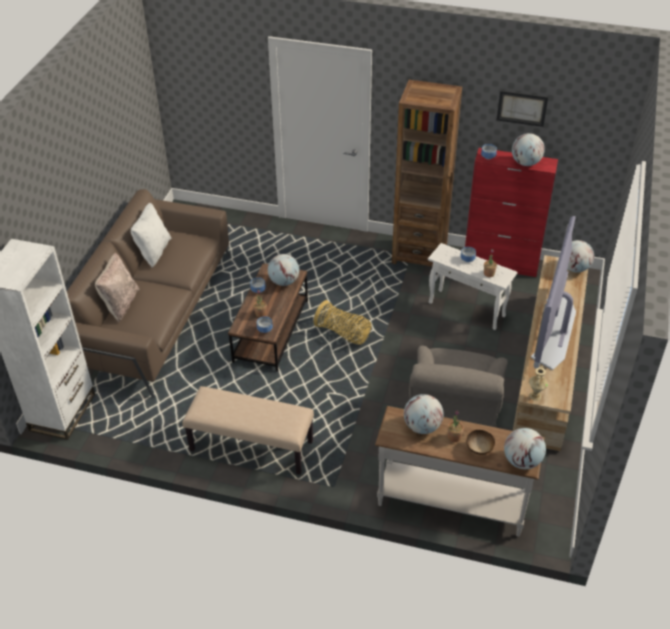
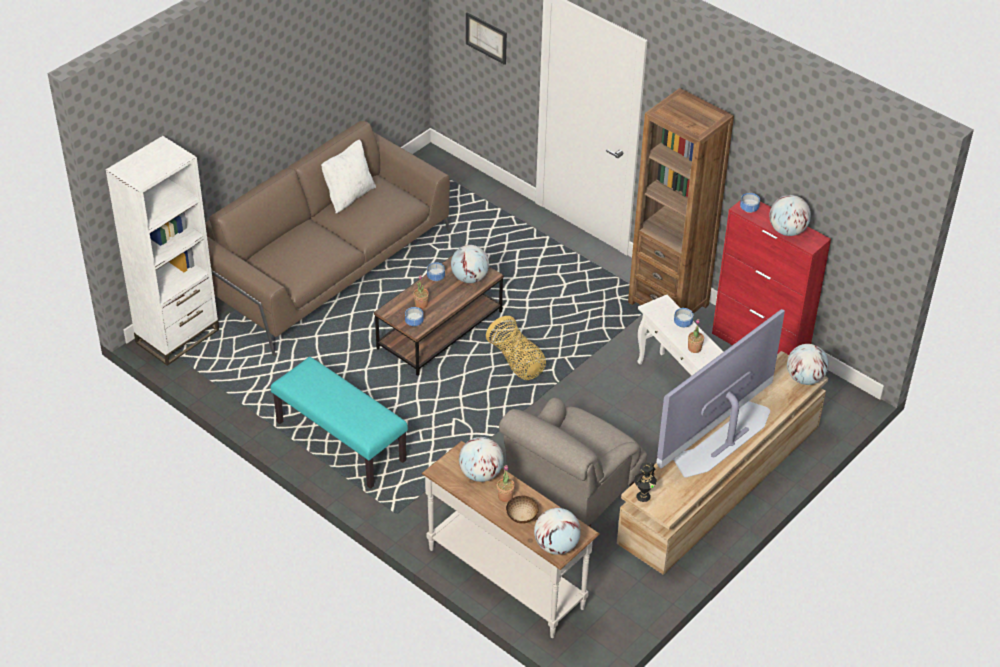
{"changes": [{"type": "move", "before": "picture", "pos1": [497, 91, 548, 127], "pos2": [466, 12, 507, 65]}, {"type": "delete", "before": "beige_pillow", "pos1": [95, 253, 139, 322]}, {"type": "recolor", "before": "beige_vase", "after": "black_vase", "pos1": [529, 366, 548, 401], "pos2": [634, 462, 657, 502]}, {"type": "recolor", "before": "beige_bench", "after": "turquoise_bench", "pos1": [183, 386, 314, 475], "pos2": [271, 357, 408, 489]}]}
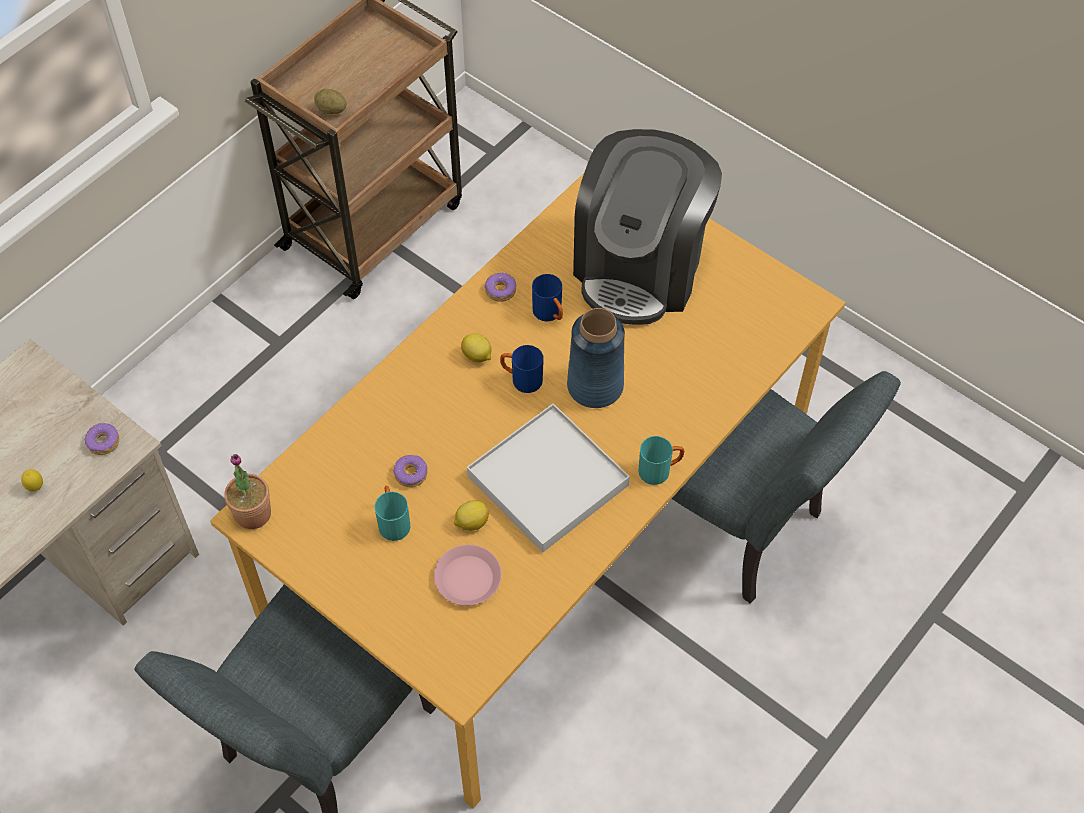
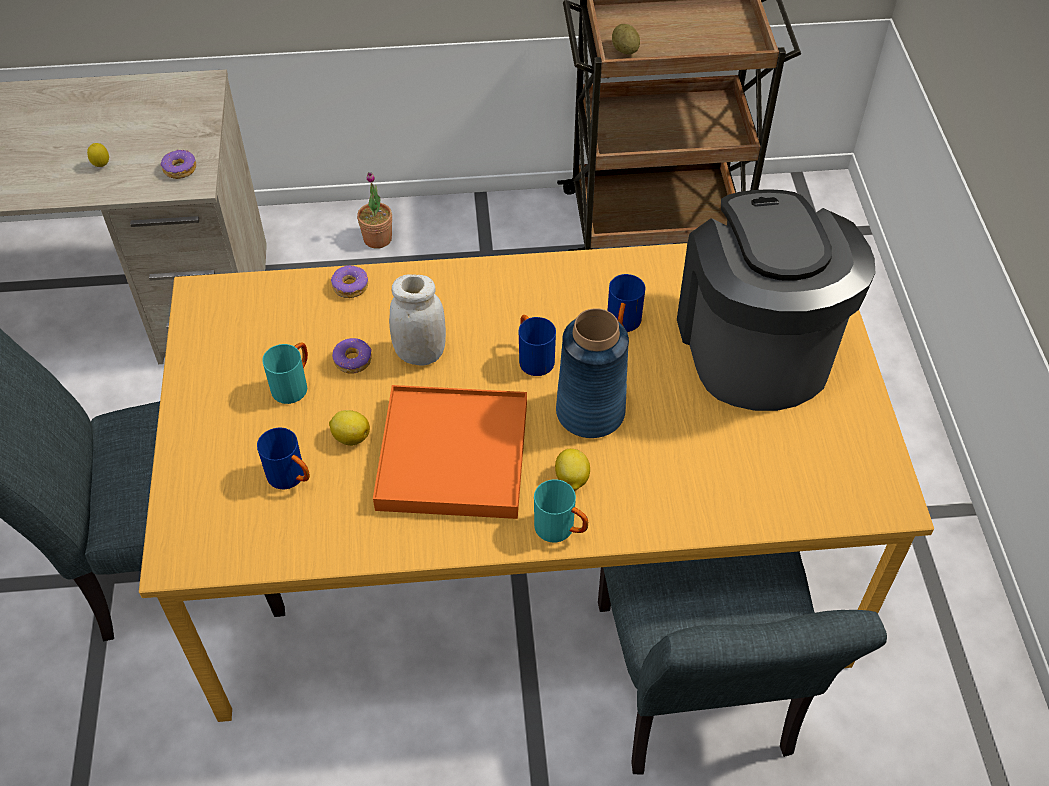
{"changes": [{"type": "rotate", "before": "coffee_machine", "pos1": [573, 129, 722, 325], "pos2": [677, 189, 876, 411], "turn": 105}, {"type": "move", "before": "donut", "pos1": [484, 273, 516, 302], "pos2": [331, 265, 368, 298]}, {"type": "move", "before": "lemon", "pos1": [461, 333, 492, 363], "pos2": [555, 449, 590, 491]}, {"type": "recolor", "before": "white_tray", "after": "orange_tray", "pos1": [467, 403, 630, 553], "pos2": [373, 385, 527, 519]}, {"type": "move", "before": "potted_plant", "pos1": [224, 454, 271, 529], "pos2": [357, 172, 392, 249]}, {"type": "replace", "before": "pink_plate", "after": "blue_mug", "pos1": [434, 545, 502, 606], "pos2": [257, 428, 310, 490]}, {"type": "insert", "after": "white_jar", "pos2": [389, 274, 446, 366]}]}
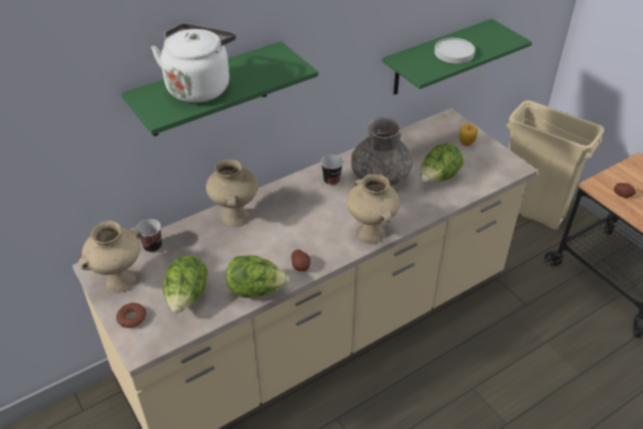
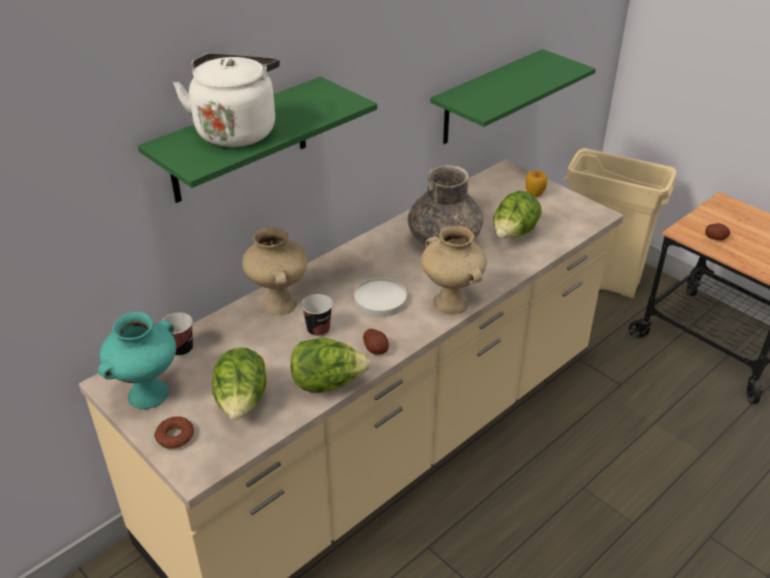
{"changes": [{"type": "move", "before": "white_plate", "pos1": [434, 38, 475, 63], "pos2": [354, 278, 407, 317]}, {"type": "move", "before": "cup", "pos1": [321, 155, 343, 186], "pos2": [301, 294, 333, 337]}, {"type": "recolor", "before": "beige_vase", "after": "turquoise_vase", "pos1": [78, 221, 142, 293], "pos2": [98, 312, 176, 409]}]}
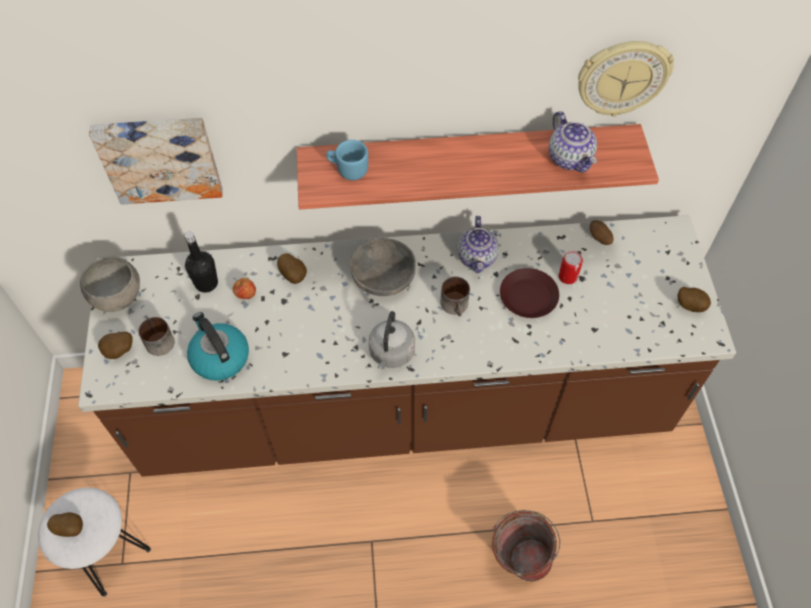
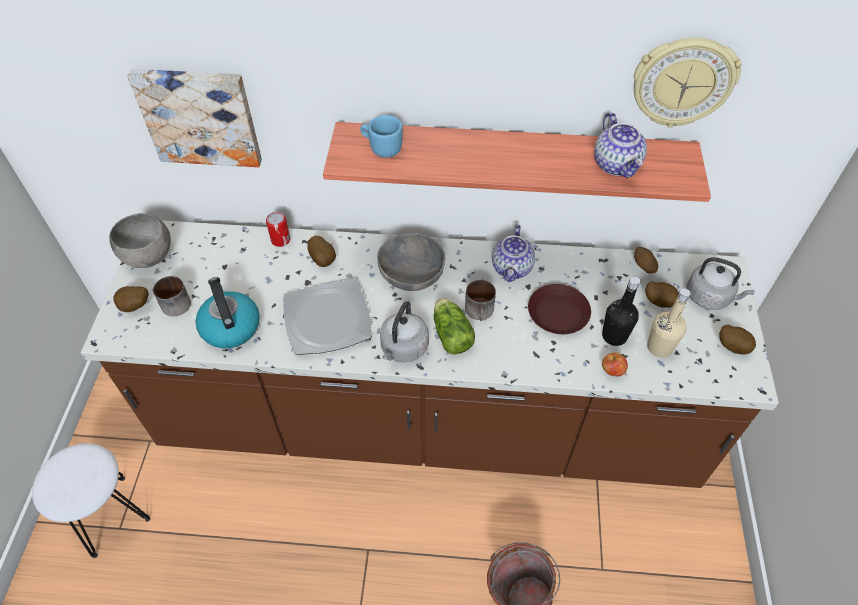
{"changes": [{"type": "move", "before": "black_bottle", "pos1": [184, 231, 218, 293], "pos2": [602, 277, 640, 346]}, {"type": "move", "before": "can", "pos1": [558, 251, 583, 284], "pos2": [266, 212, 290, 247]}, {"type": "move", "before": "apple", "pos1": [233, 278, 256, 299], "pos2": [602, 352, 628, 377]}, {"type": "move", "before": "potato", "pos1": [47, 512, 83, 537], "pos2": [645, 281, 679, 308]}, {"type": "insert", "after": "grey_kettle", "pos2": [687, 257, 755, 310]}, {"type": "insert", "after": "plate", "pos2": [283, 279, 372, 355]}, {"type": "insert", "after": "beige_bottle", "pos2": [647, 289, 691, 358]}, {"type": "insert", "after": "lettuce", "pos2": [434, 298, 475, 355]}]}
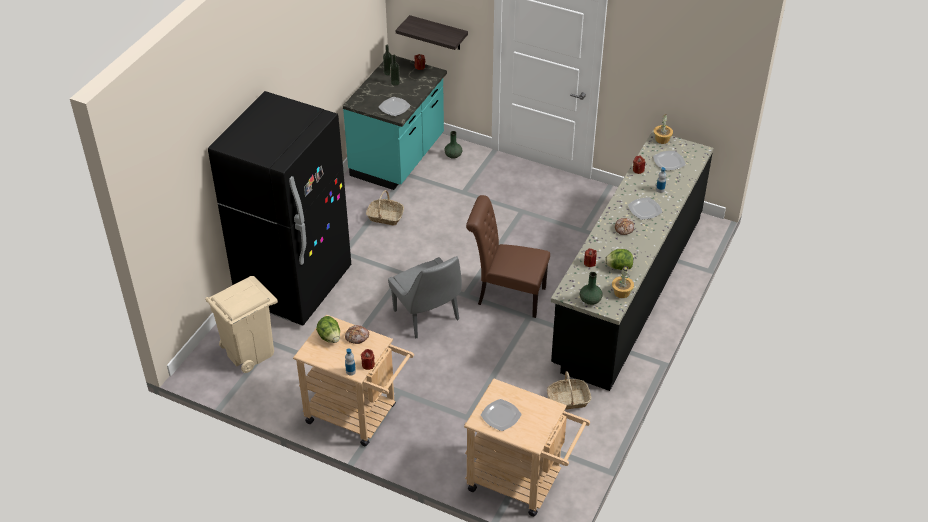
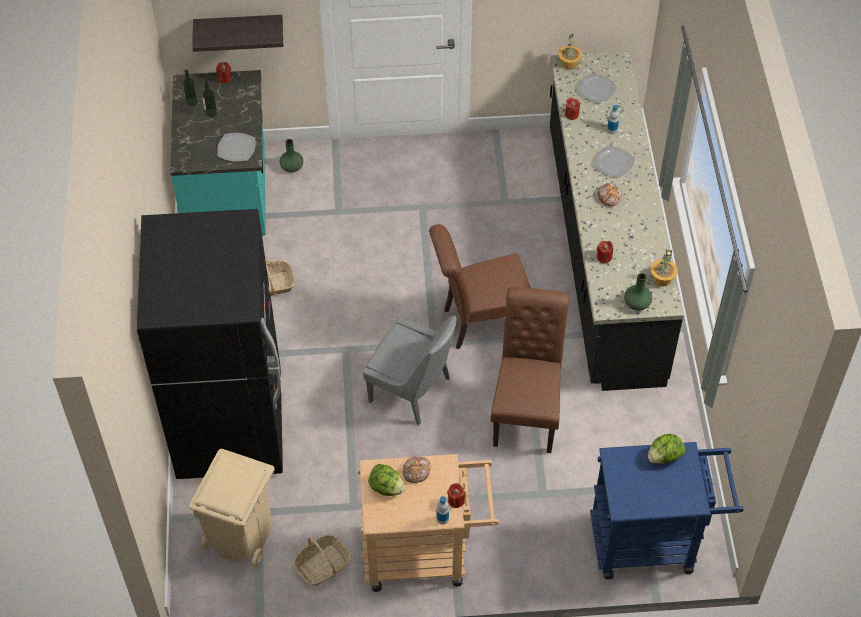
{"changes": [{"type": "move", "before": "lettuce", "pos1": [605, 249, 633, 270], "pos2": [648, 434, 685, 464]}, {"type": "move", "before": "basket", "pos1": [547, 371, 591, 409], "pos2": [293, 534, 351, 586]}, {"type": "recolor", "before": "beige_cart", "after": "blue_cart", "pos1": [464, 378, 590, 517], "pos2": [590, 442, 744, 579]}, {"type": "delete", "before": "plate", "pos1": [481, 399, 522, 431]}, {"type": "insert", "after": "brown_chair", "pos2": [490, 287, 570, 453]}]}
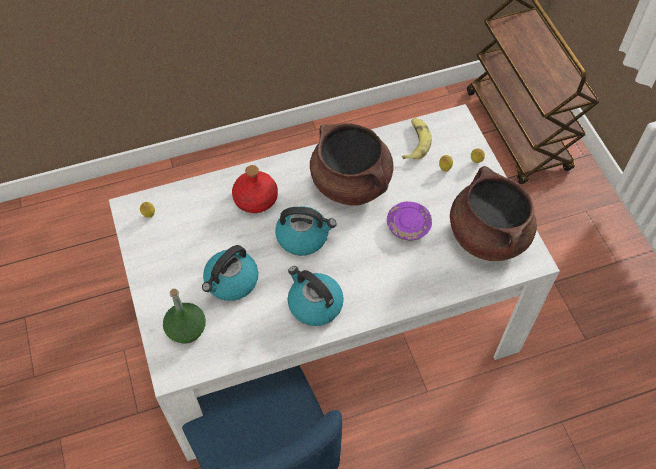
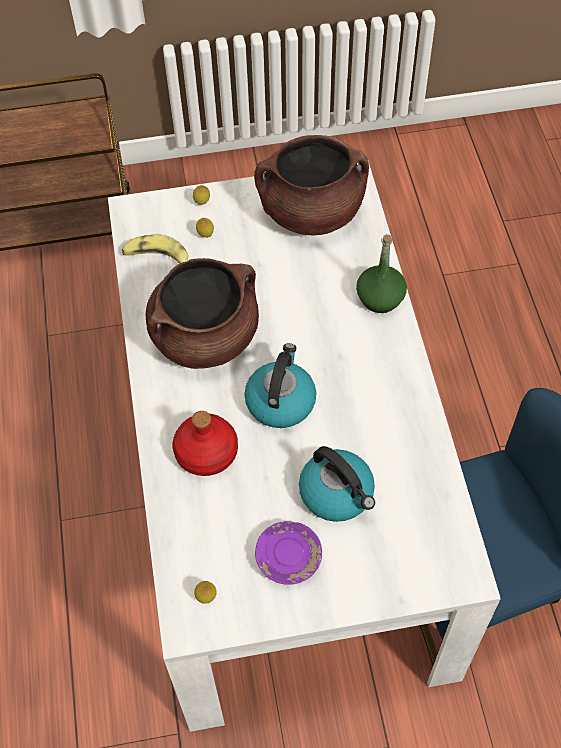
{"changes": [{"type": "move", "before": "purple_plate", "pos1": [387, 202, 432, 241], "pos2": [255, 521, 322, 585]}, {"type": "delete", "before": "kettle", "pos1": [288, 266, 344, 326]}, {"type": "move", "before": "green_bottle", "pos1": [163, 289, 206, 344], "pos2": [356, 234, 407, 313]}]}
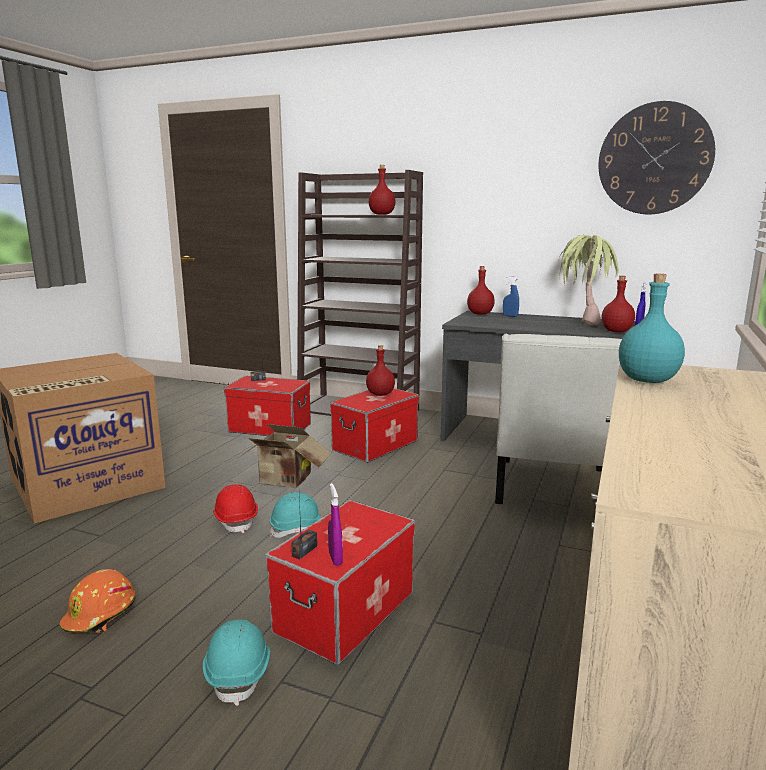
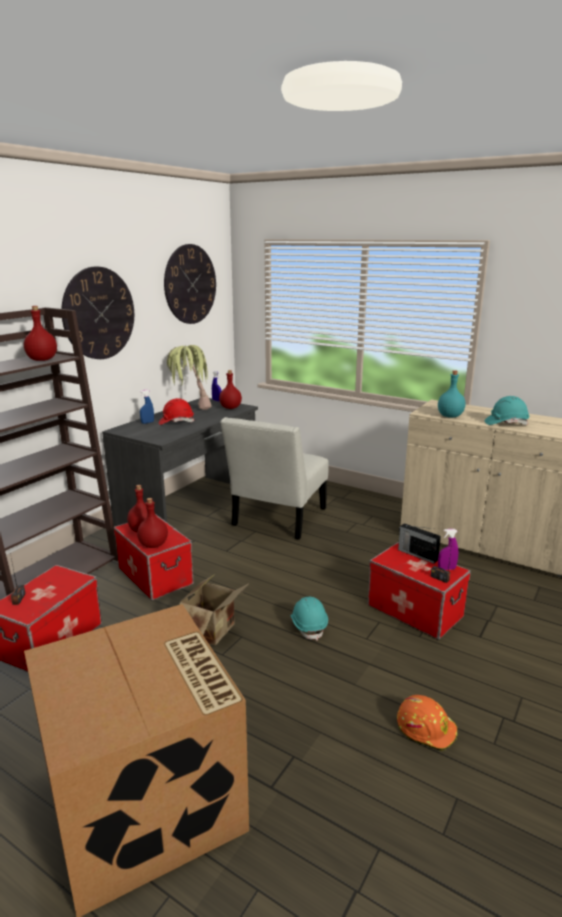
{"changes": [{"type": "move", "before": "red_bottle", "pos1": [467, 266, 495, 314], "pos2": [137, 498, 168, 548]}, {"type": "rotate", "before": "white_chair", "pos1": [495, 334, 622, 504], "pos2": [220, 417, 329, 540], "turn": 90}, {"type": "move", "before": "red_hard_hat", "pos1": [213, 484, 258, 533], "pos2": [159, 398, 194, 425]}, {"type": "move", "before": "turquoise_hard_hat", "pos1": [203, 619, 270, 706], "pos2": [485, 396, 529, 425]}, {"type": "insert", "after": "wall_clock", "pos2": [61, 266, 134, 359]}, {"type": "insert", "after": "radio", "pos2": [398, 523, 441, 564]}]}
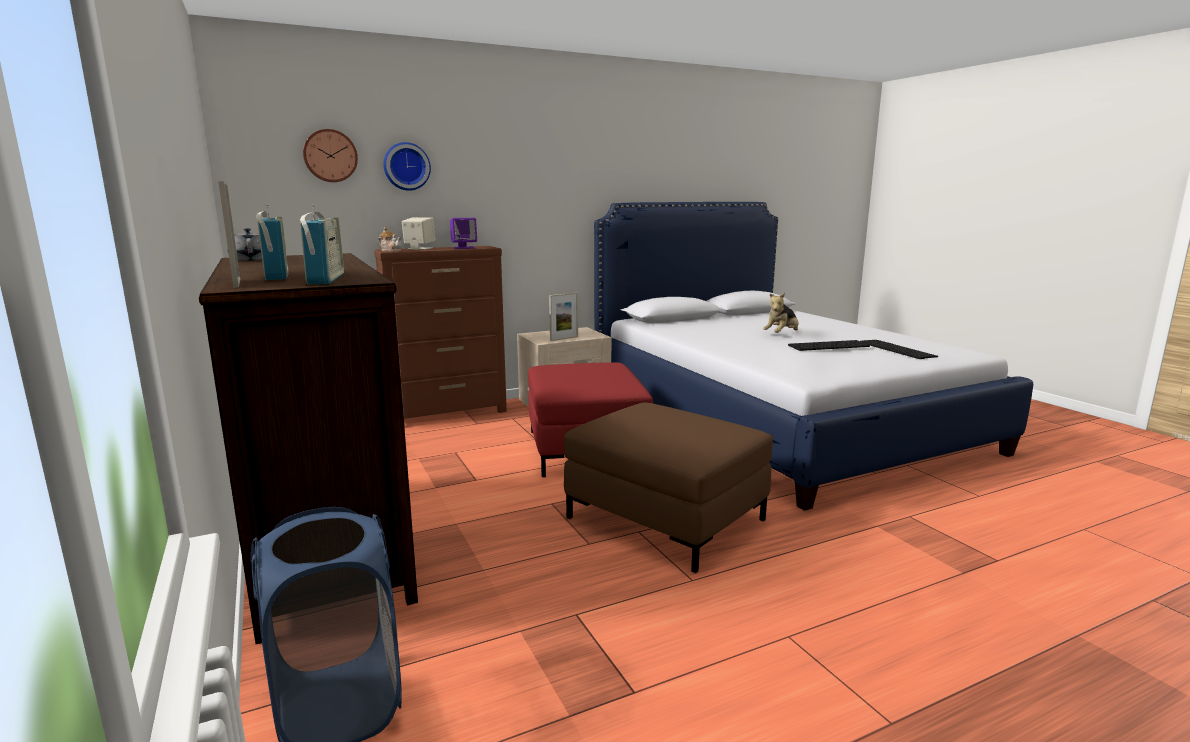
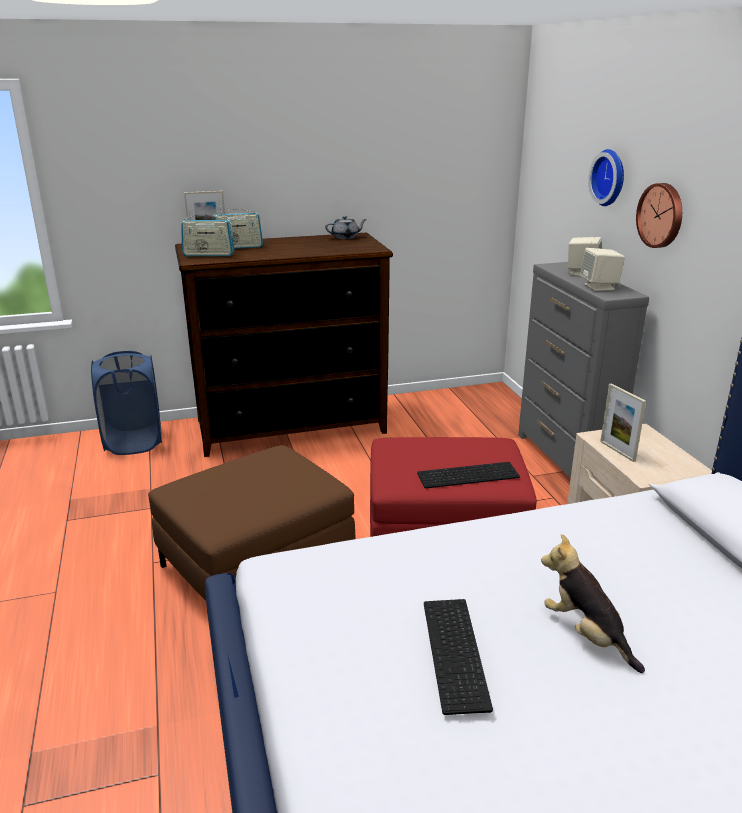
{"changes": [{"type": "move", "before": "wall_clock", "pos1": [303, 129, 358, 182], "pos2": [636, 183, 682, 248]}, {"type": "recolor", "before": "purple_speaker", "after": "beige_speaker", "pos1": [450, 218, 477, 249], "pos2": [580, 248, 625, 291]}, {"type": "delete", "before": "teapot", "pos1": [378, 227, 402, 252]}, {"type": "recolor", "before": "brown_dresser", "after": "grey_dresser", "pos1": [374, 246, 507, 427], "pos2": [518, 262, 649, 478]}, {"type": "move", "before": "keyboard", "pos1": [860, 340, 938, 359], "pos2": [417, 462, 520, 488]}]}
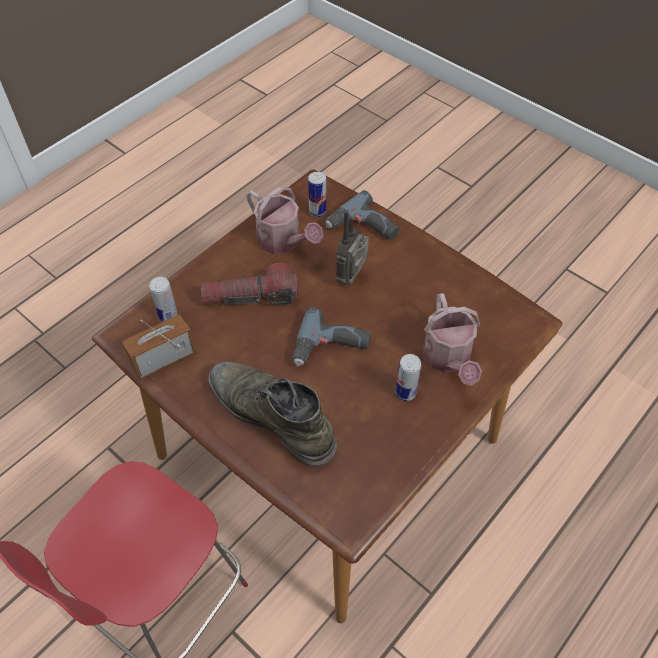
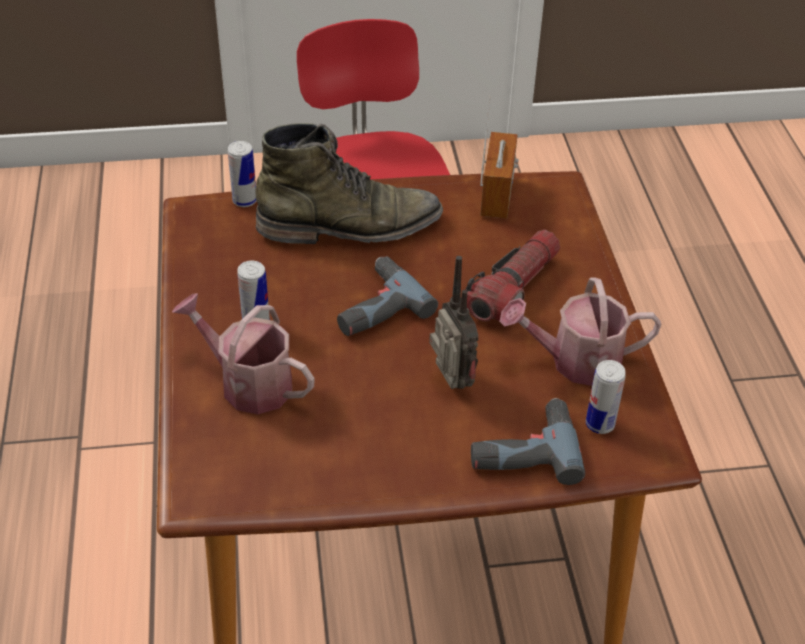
{"changes": [{"type": "move", "before": "can", "pos1": [149, 277, 178, 322], "pos2": [228, 141, 257, 207]}]}
